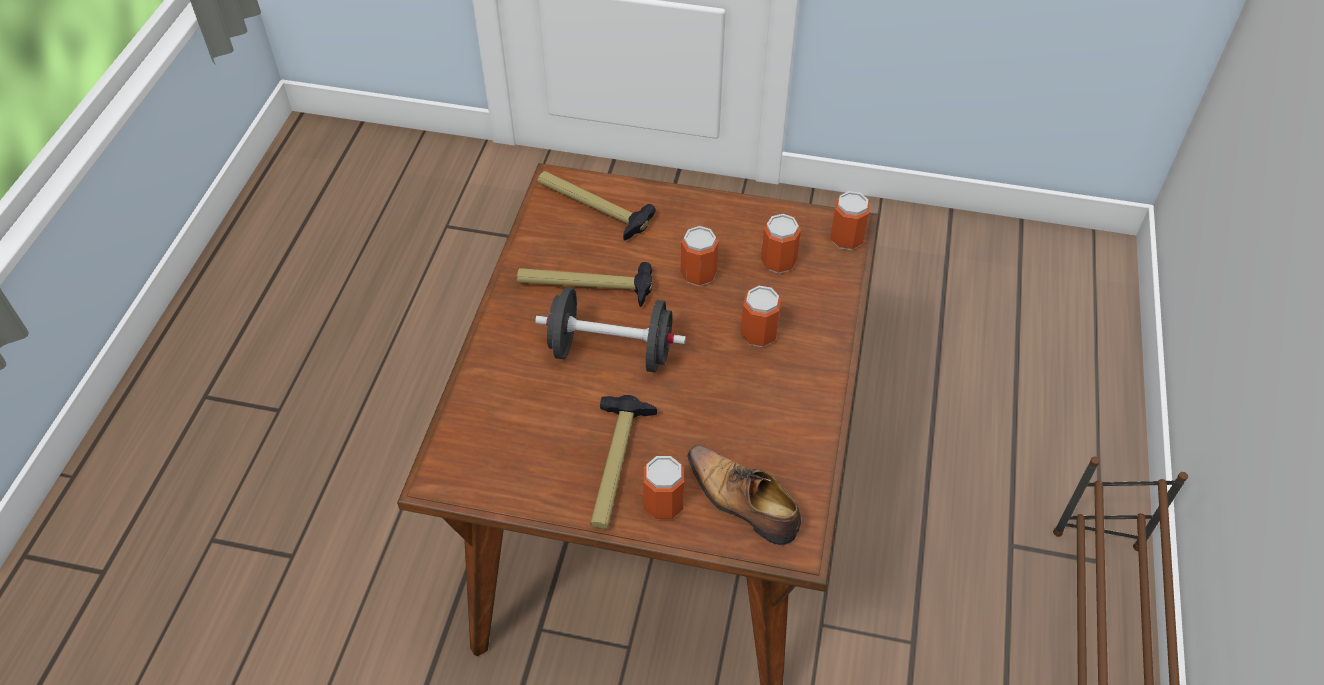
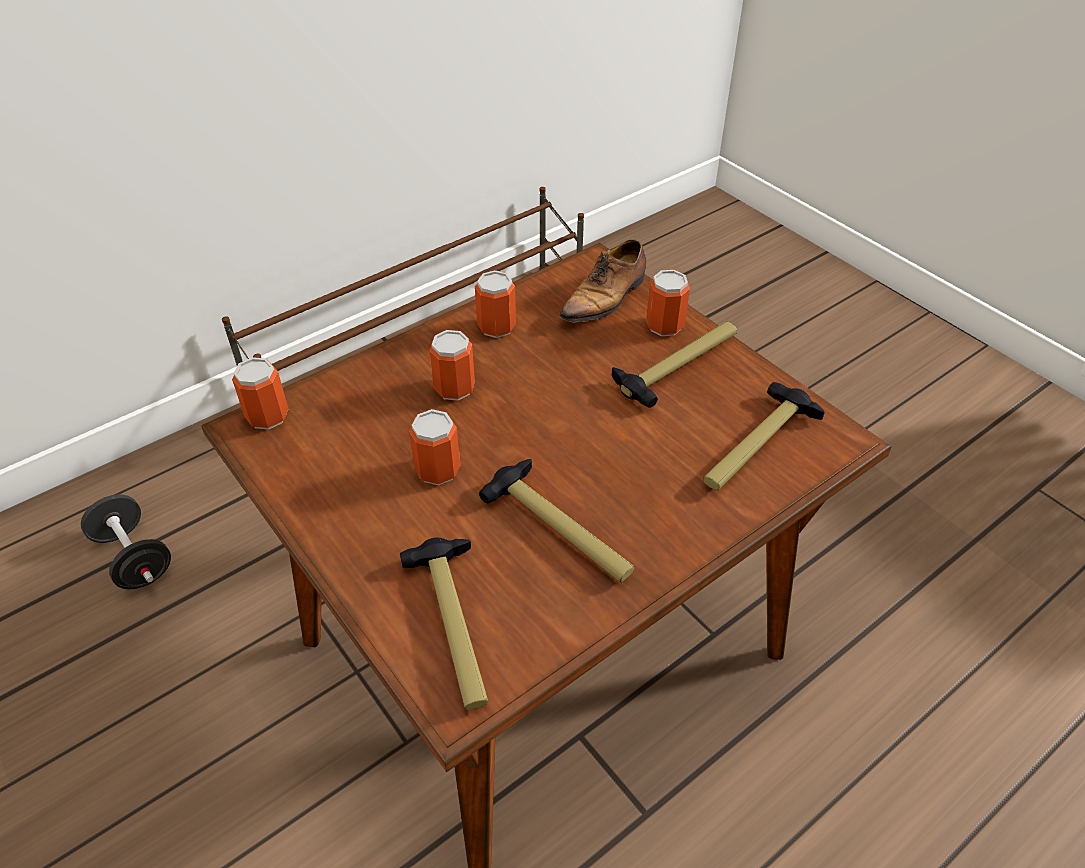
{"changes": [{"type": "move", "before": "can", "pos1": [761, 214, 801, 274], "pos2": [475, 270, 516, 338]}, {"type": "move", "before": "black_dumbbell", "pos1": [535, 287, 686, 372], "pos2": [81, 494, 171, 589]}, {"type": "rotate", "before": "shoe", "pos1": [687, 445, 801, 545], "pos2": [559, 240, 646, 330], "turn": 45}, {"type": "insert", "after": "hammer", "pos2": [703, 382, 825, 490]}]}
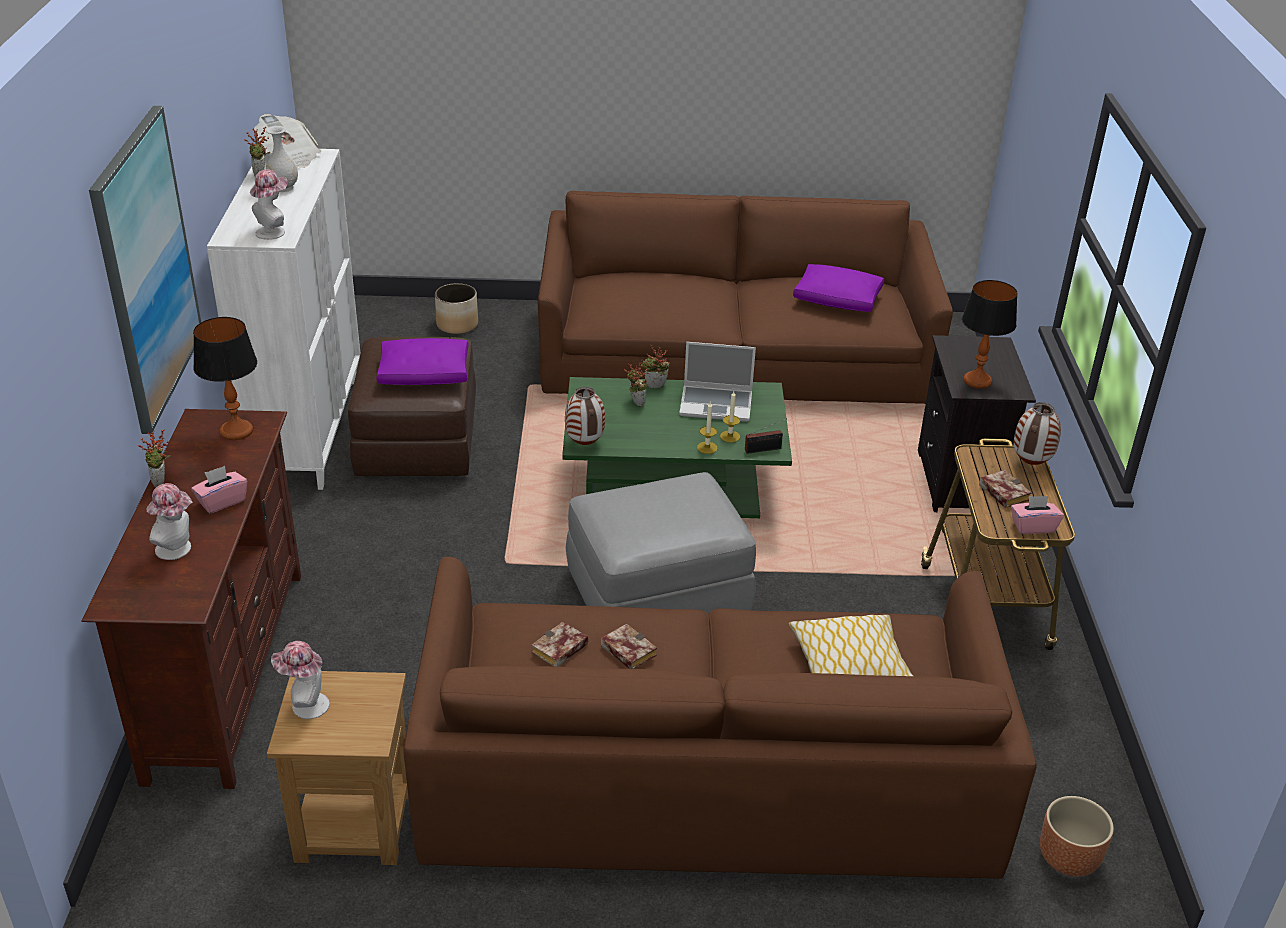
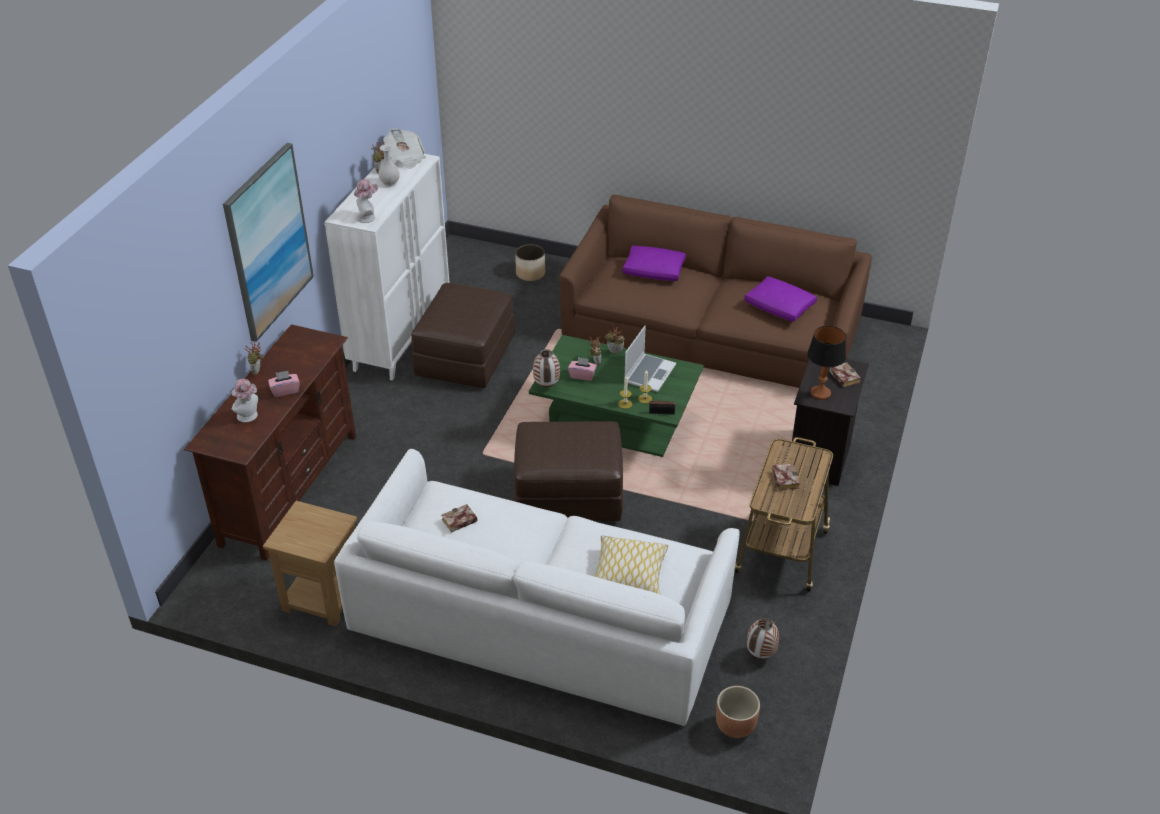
{"changes": [{"type": "delete", "before": "table_lamp", "pos1": [193, 317, 257, 440]}, {"type": "move", "before": "purple_pillow", "pos1": [376, 338, 469, 385], "pos2": [622, 246, 686, 281]}, {"type": "rotate", "before": "laptop", "pos1": [679, 342, 756, 422], "pos2": [624, 326, 676, 392], "turn": -90}, {"type": "move", "before": "vase", "pos1": [1014, 402, 1061, 465], "pos2": [747, 618, 779, 659]}, {"type": "recolor", "before": "grey_ottoman", "after": "brown_ottoman", "pos1": [566, 472, 756, 614], "pos2": [514, 421, 623, 521]}, {"type": "move", "before": "pink_tissue_box", "pos1": [1011, 496, 1064, 534], "pos2": [568, 357, 597, 381]}, {"type": "recolor", "before": "brown_sofa", "after": "white_sofa", "pos1": [404, 557, 1037, 879], "pos2": [334, 449, 740, 726]}, {"type": "move", "before": "book", "pos1": [601, 624, 657, 669], "pos2": [829, 362, 861, 387]}, {"type": "delete", "before": "hat", "pos1": [271, 641, 330, 719]}]}
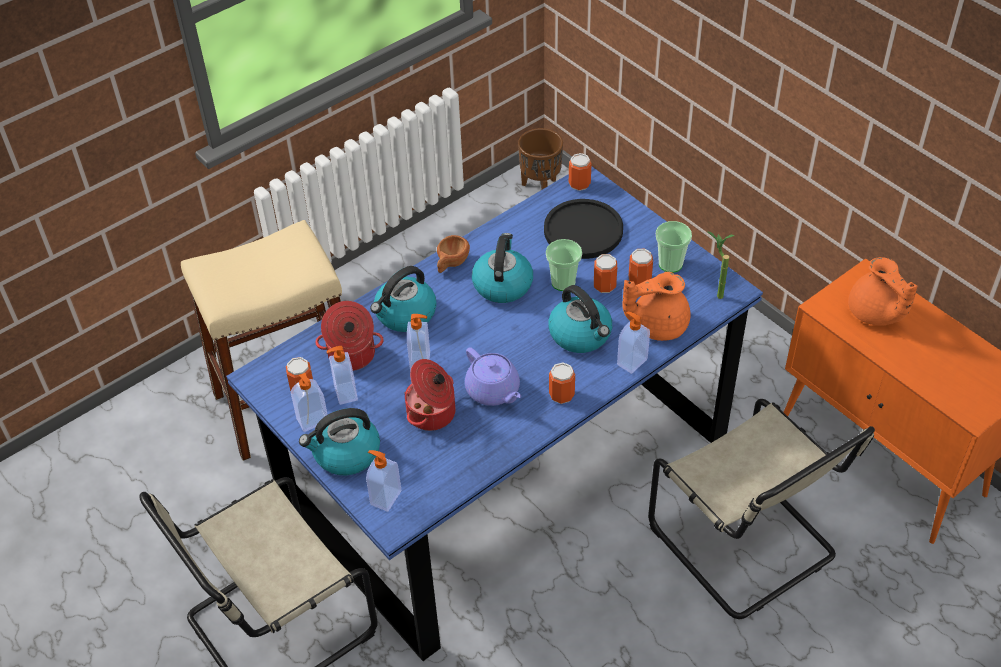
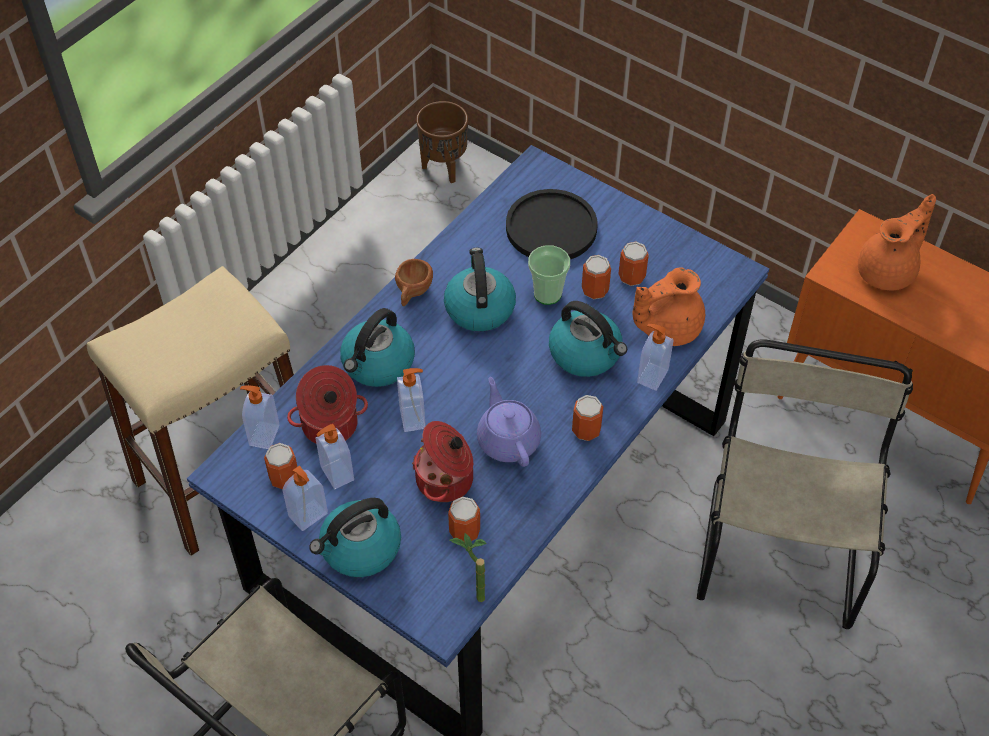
{"changes": [{"type": "move", "before": "can", "pos1": [569, 153, 592, 191], "pos2": [448, 496, 480, 541]}, {"type": "delete", "before": "cup", "pos1": [656, 221, 692, 273]}, {"type": "move", "before": "potted_plant", "pos1": [707, 231, 734, 299], "pos2": [449, 533, 487, 602]}, {"type": "rotate", "before": "orange_teapot", "pos1": [848, 257, 918, 326], "pos2": [858, 194, 936, 290], "turn": -90}, {"type": "rotate", "before": "purple_teapot", "pos1": [465, 347, 521, 406], "pos2": [477, 377, 541, 467], "turn": -150}, {"type": "rotate", "before": "beige_chair", "pos1": [648, 399, 875, 619], "pos2": [697, 339, 913, 629], "turn": -120}, {"type": "move", "before": "soap_dispenser", "pos1": [366, 450, 401, 512], "pos2": [240, 385, 279, 449]}]}
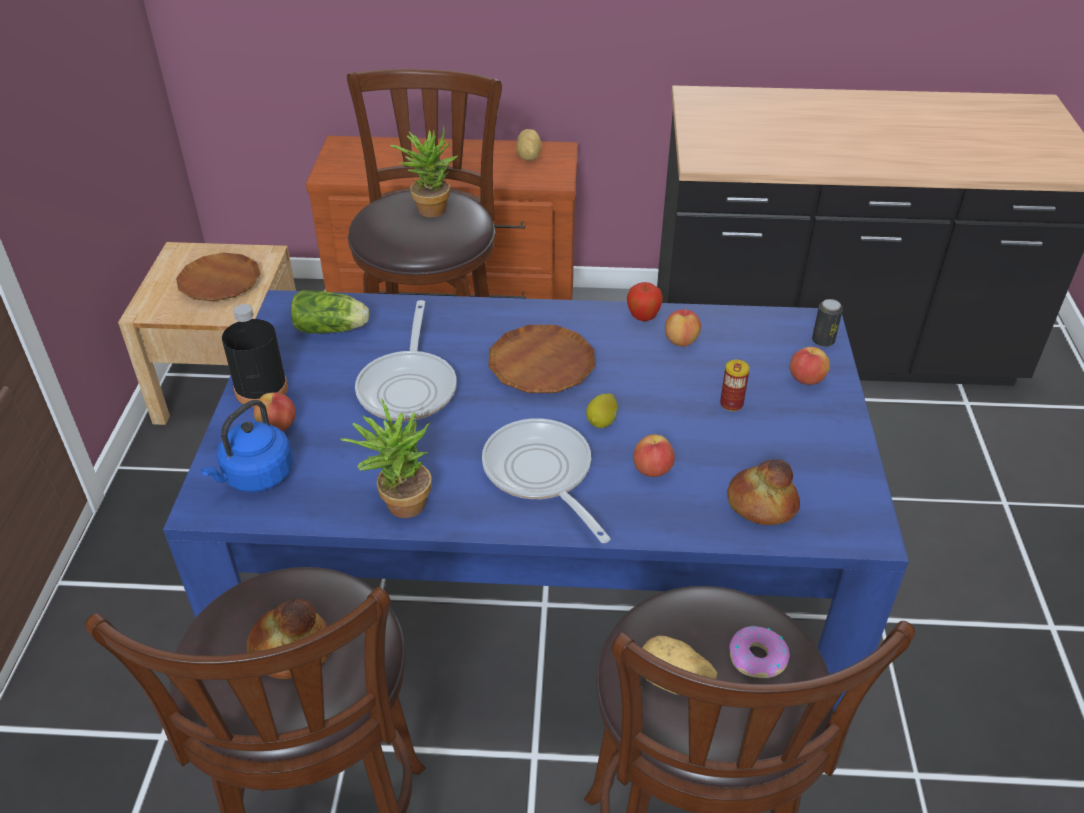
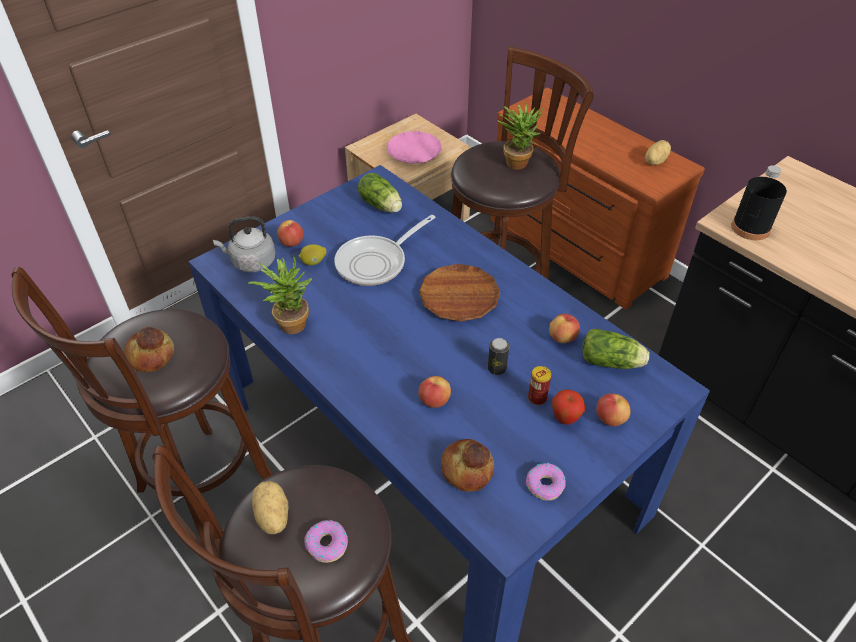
{"changes": [{"type": "recolor", "before": "brown_plate", "after": "pink_plate", "pos1": [176, 253, 261, 301], "pos2": [387, 131, 442, 164]}, {"type": "move", "before": "apple", "pos1": [627, 282, 663, 321], "pos2": [552, 389, 585, 425]}, {"type": "move", "before": "can", "pos1": [812, 299, 843, 347], "pos2": [488, 338, 509, 375]}, {"type": "move", "before": "black_bottle", "pos1": [222, 304, 288, 407], "pos2": [731, 165, 787, 240]}, {"type": "move", "before": "lemon", "pos1": [586, 393, 618, 428], "pos2": [299, 245, 327, 265]}, {"type": "recolor", "before": "blue_kettle", "after": "grey_kettle", "pos1": [201, 400, 293, 492], "pos2": [213, 216, 276, 272]}, {"type": "delete", "before": "frying_pan", "pos1": [482, 418, 611, 543]}, {"type": "insert", "after": "lettuce", "pos2": [582, 328, 649, 369]}, {"type": "insert", "after": "donut", "pos2": [526, 463, 566, 501]}]}
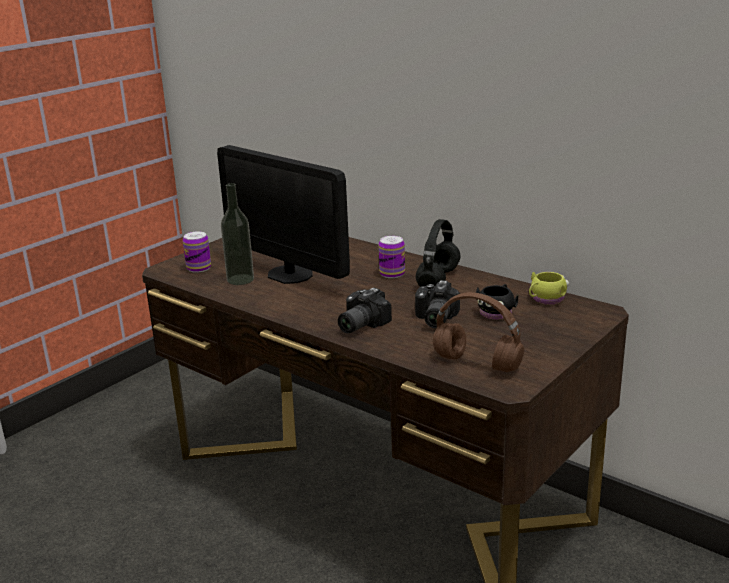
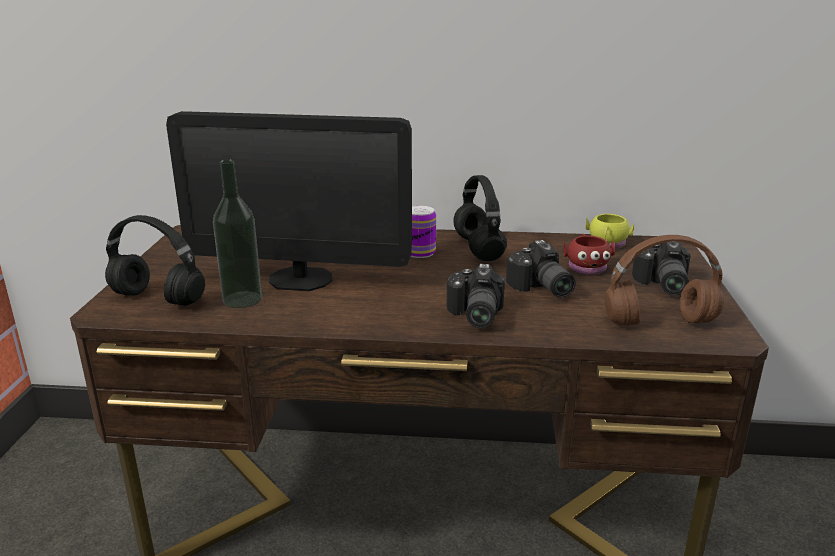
{"changes": [{"type": "replace", "before": "can", "after": "black_headphones", "pos1": [183, 231, 211, 273], "pos2": [105, 215, 205, 306]}, {"type": "recolor", "before": "black_mug", "after": "red_mug", "pos1": [476, 284, 518, 320], "pos2": [563, 234, 615, 275]}, {"type": "insert", "after": "photo_camera", "pos2": [632, 242, 691, 295]}]}
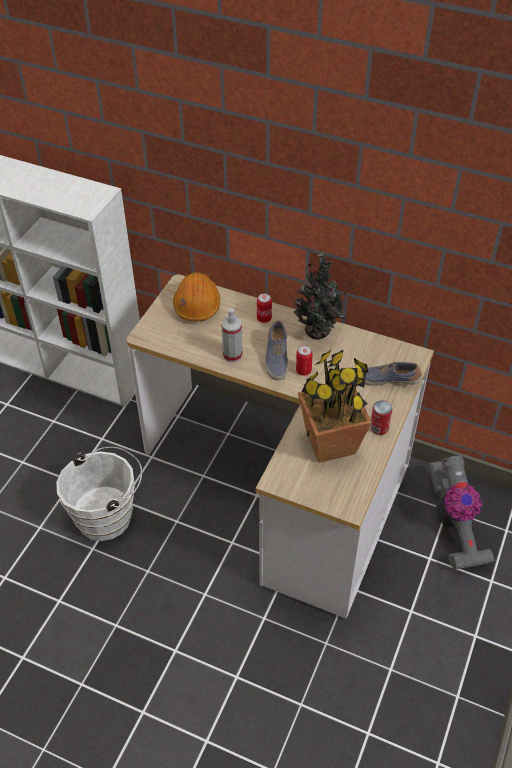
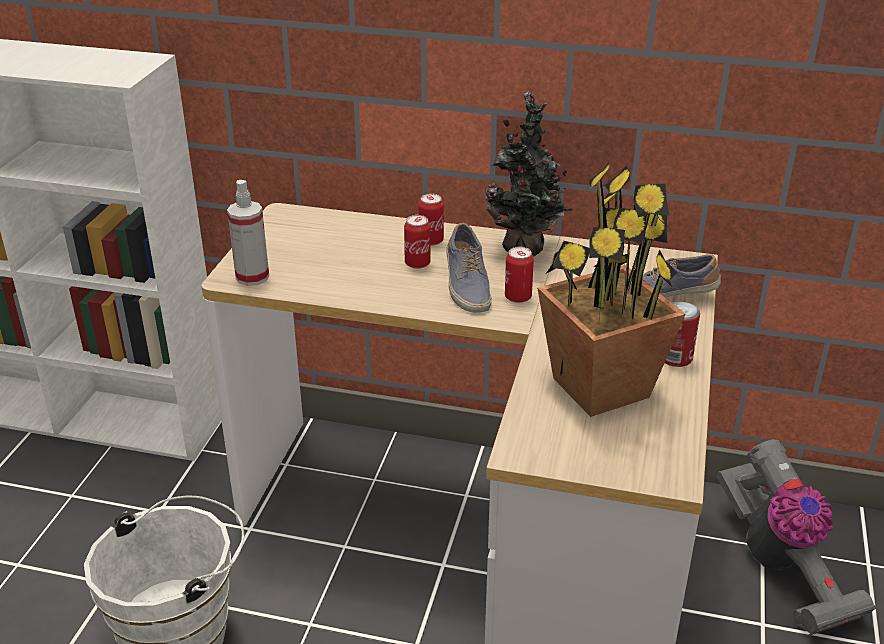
{"changes": [{"type": "delete", "before": "orange_hard_hat", "pos1": [173, 272, 220, 322]}, {"type": "move", "before": "spray_bottle", "pos1": [221, 308, 242, 362], "pos2": [227, 180, 269, 286]}, {"type": "insert", "after": "can", "pos2": [404, 215, 431, 269]}]}
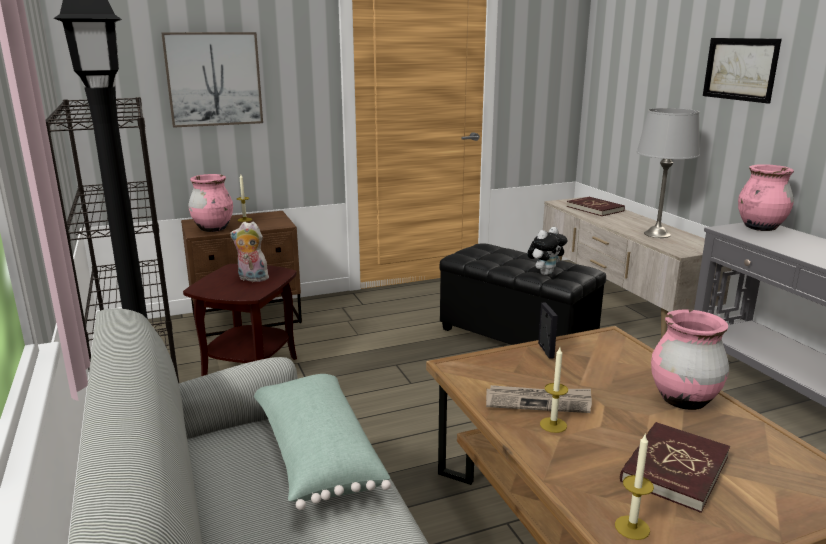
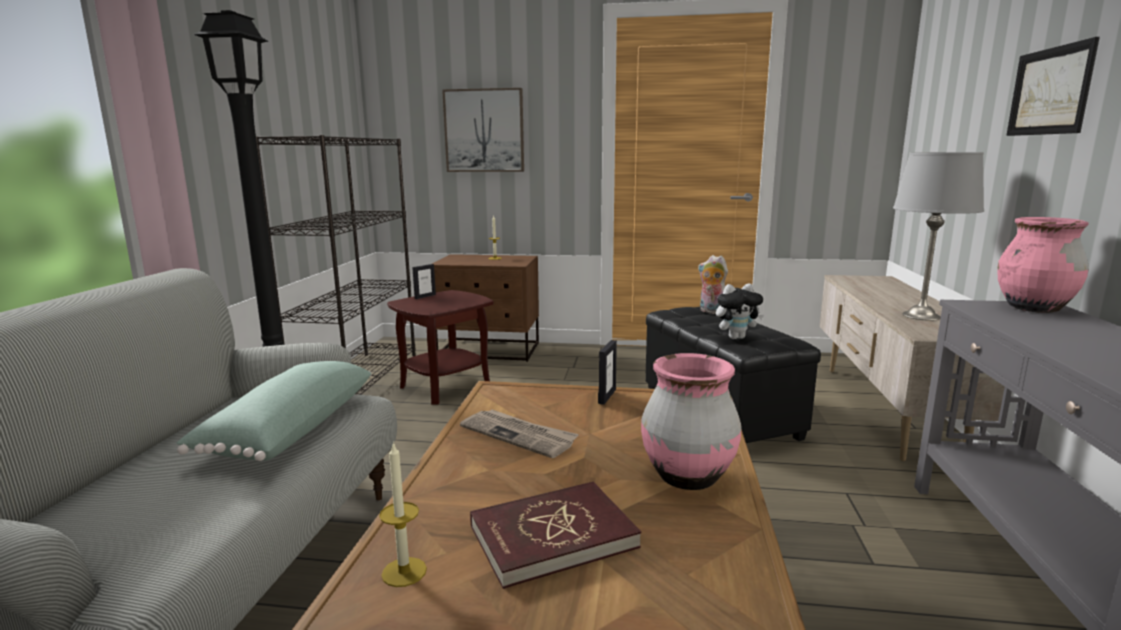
{"changes": [{"type": "delete", "before": "pink_vase", "pos1": [188, 174, 233, 232]}, {"type": "delete", "before": "red_book", "pos1": [566, 197, 625, 216]}, {"type": "move", "before": "plush_toy", "pos1": [230, 222, 269, 282], "pos2": [698, 255, 728, 314]}, {"type": "delete", "before": "candle", "pos1": [540, 347, 568, 433]}, {"type": "insert", "after": "picture_frame", "pos2": [412, 264, 436, 299]}]}
